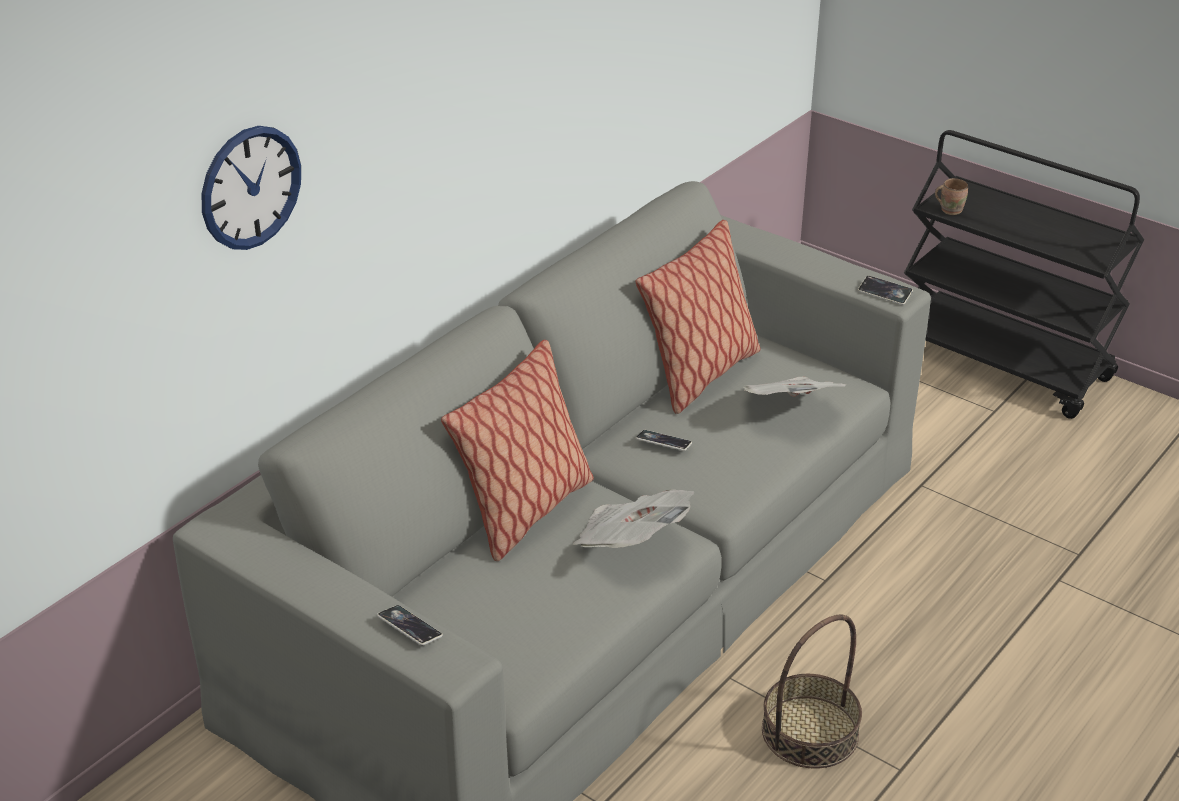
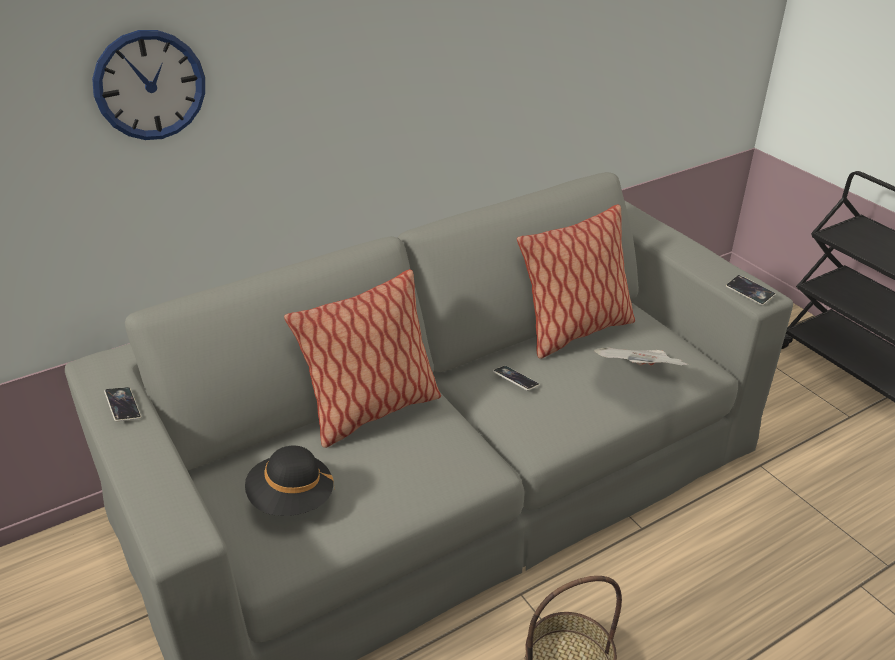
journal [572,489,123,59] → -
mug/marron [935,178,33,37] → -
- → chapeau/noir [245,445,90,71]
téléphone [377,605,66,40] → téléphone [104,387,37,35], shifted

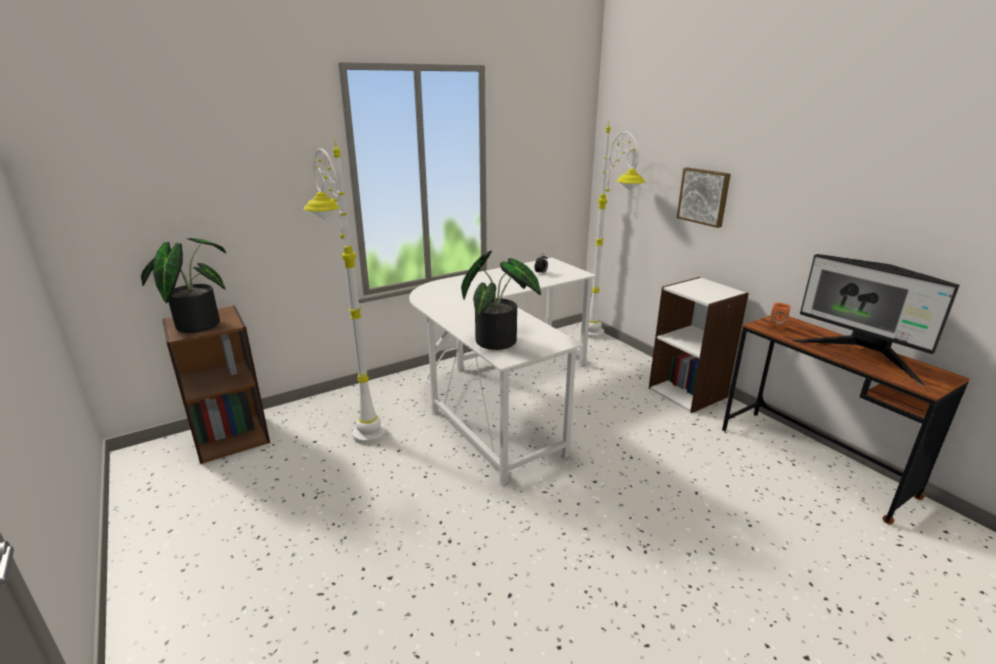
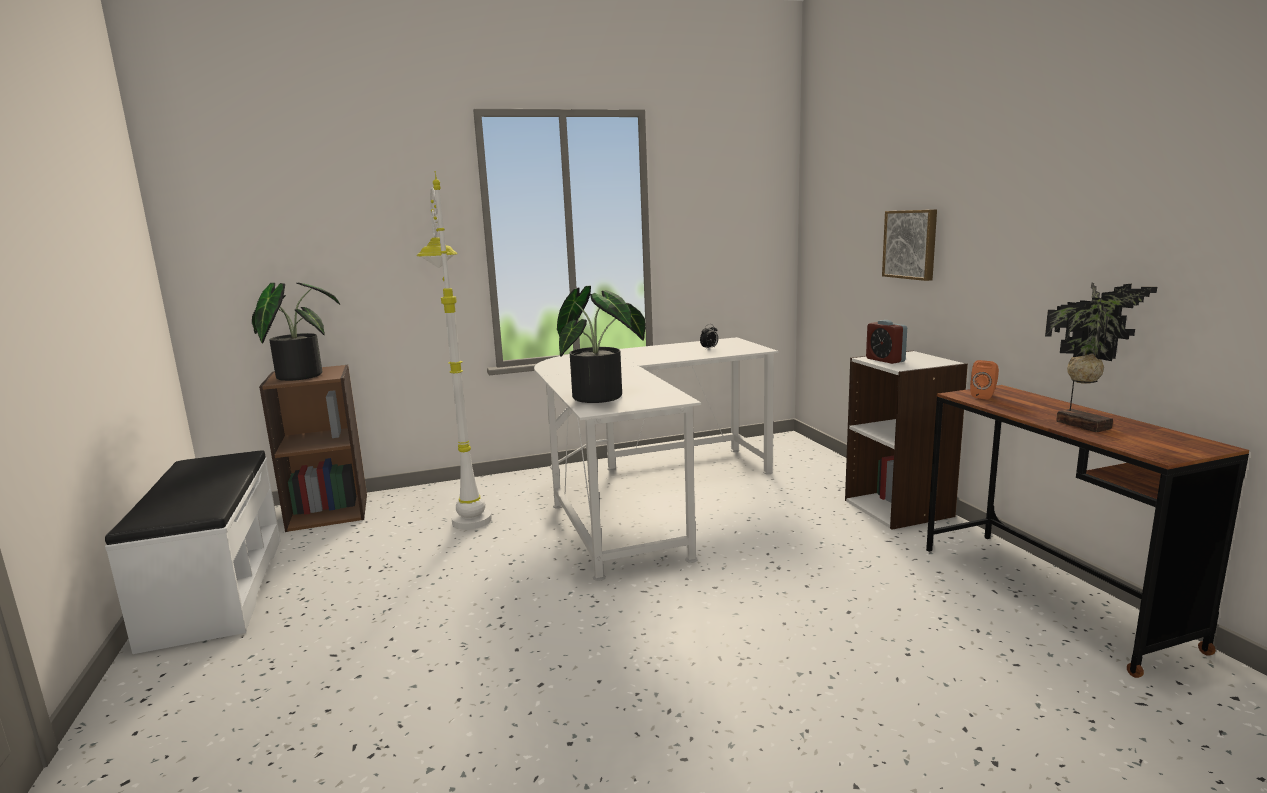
lampadaire/blanc [588,123,58,215] → -
- → banc/blanc [105,451,176,203]
- → réveil [866,320,41,44]
écran d'ordinateur [792,254,168,132] → plante en pot [1045,282,112,150]

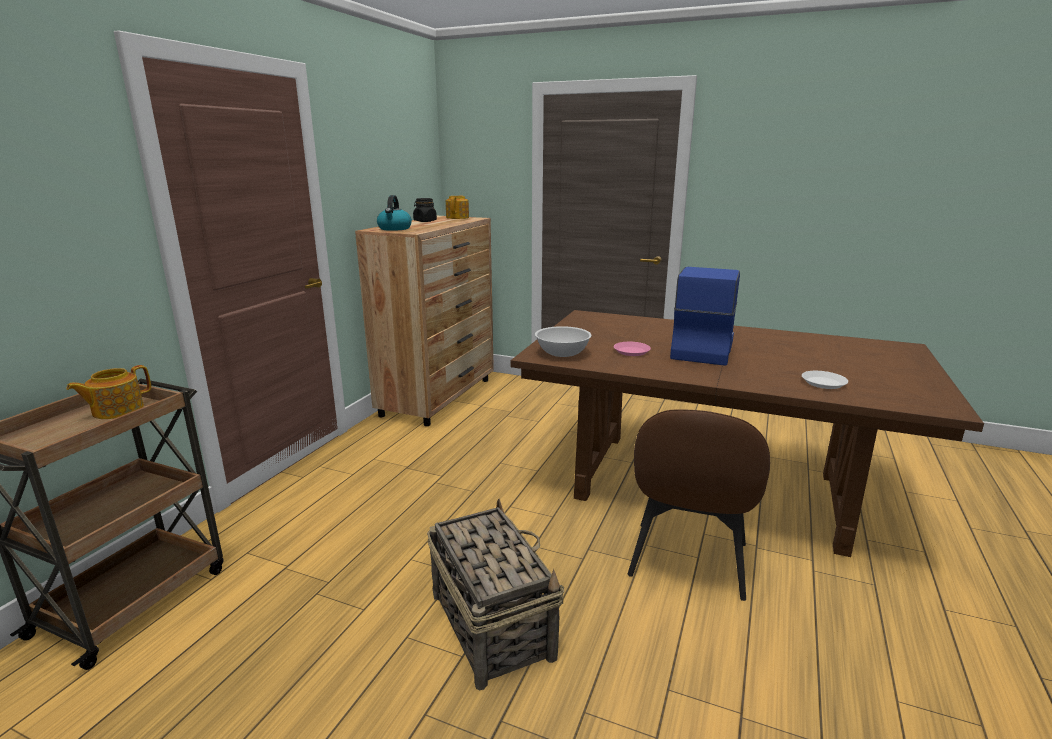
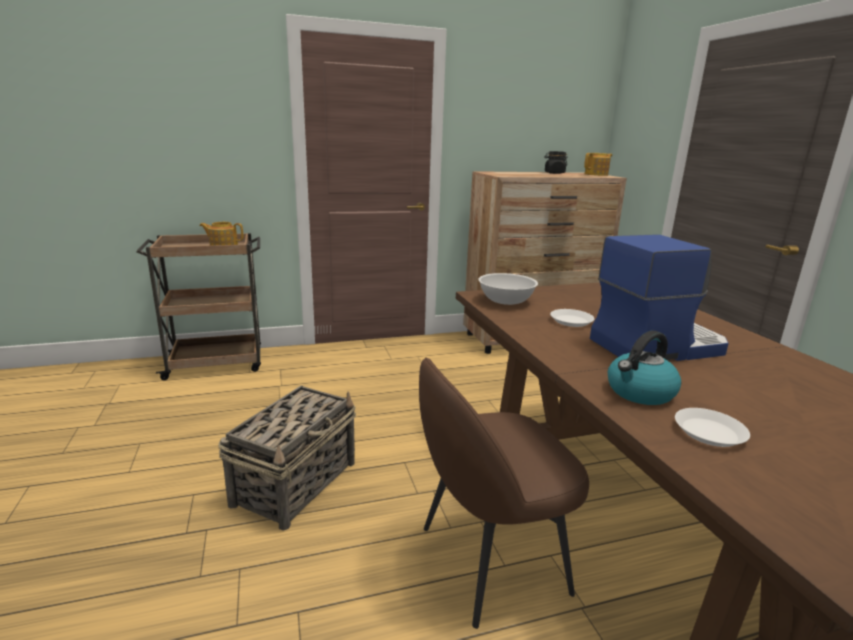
bouilloire [377,195,35,36] → bouilloire [608,330,73,75], shifted
assiette/rose [614,342,37,14] → assiette/blanc [550,309,44,18]

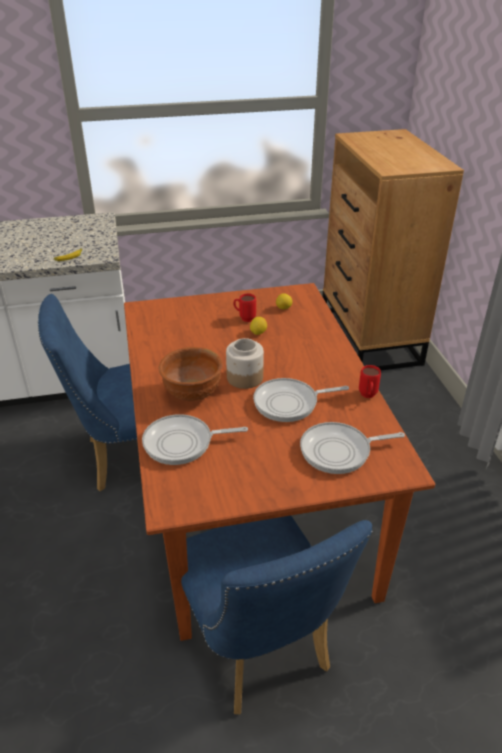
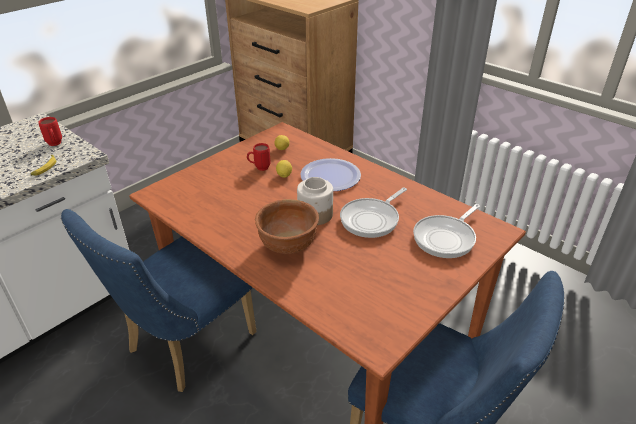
poêle [142,414,106,51] → -
- → assiette [300,158,61,33]
mug/rouge [359,365,22,33] → mug/rouge [38,117,24,29], shifted

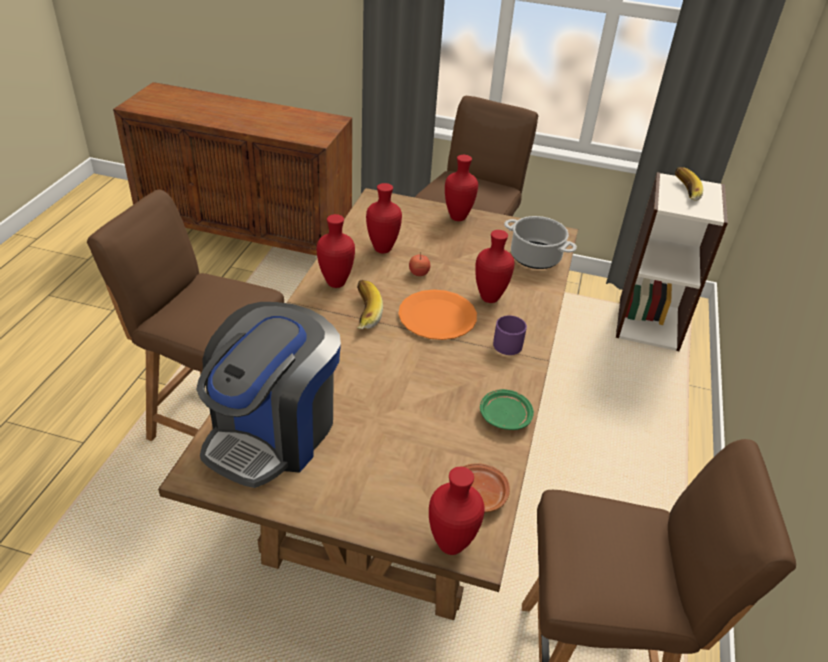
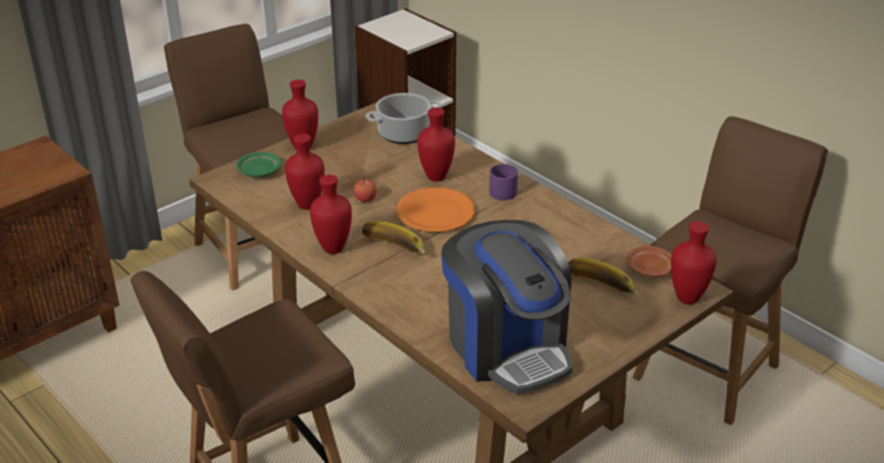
assiette/vert [480,389,54,41] → assiette/vert [236,152,45,25], shifted
banane [675,167,28,34] → banane [568,258,70,37], shifted

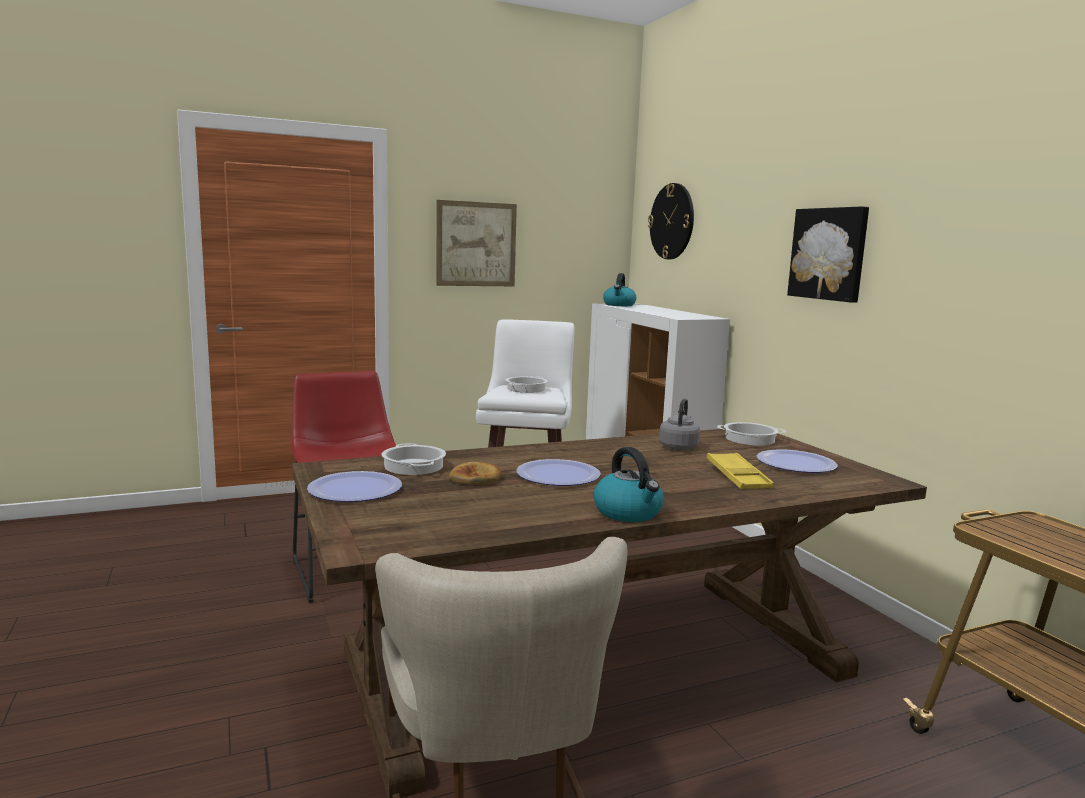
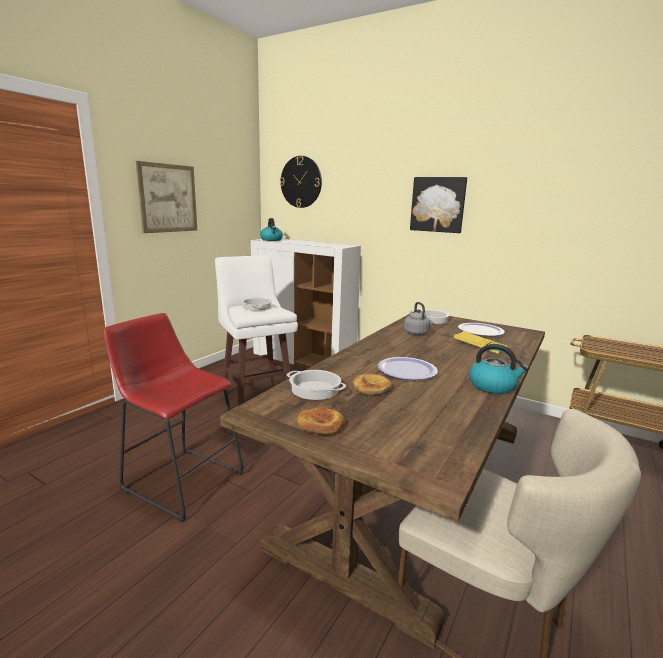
assiette [307,471,95,31] → pain [297,407,48,27]

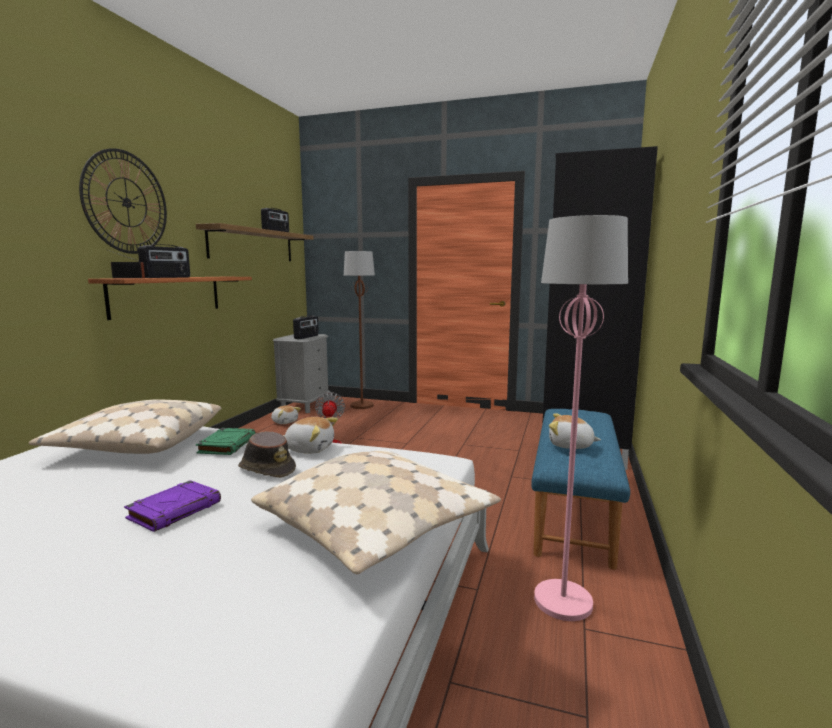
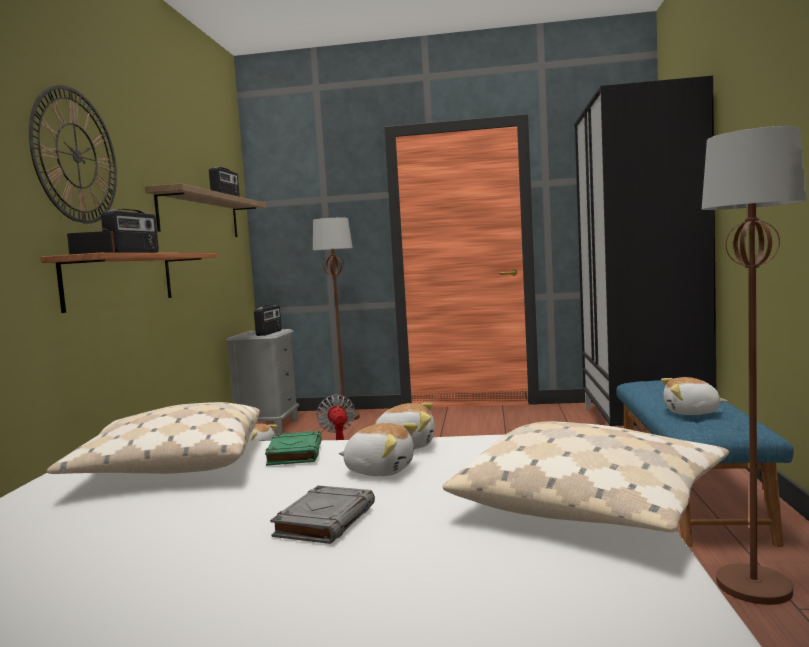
chapeau/marron [238,431,58,47] → peluche [339,423,79,53]
livre/violet [124,480,97,52] → livre/gris [270,486,105,58]
lampadaire/rose [534,215,94,406] → lampadaire/marron [702,126,105,479]

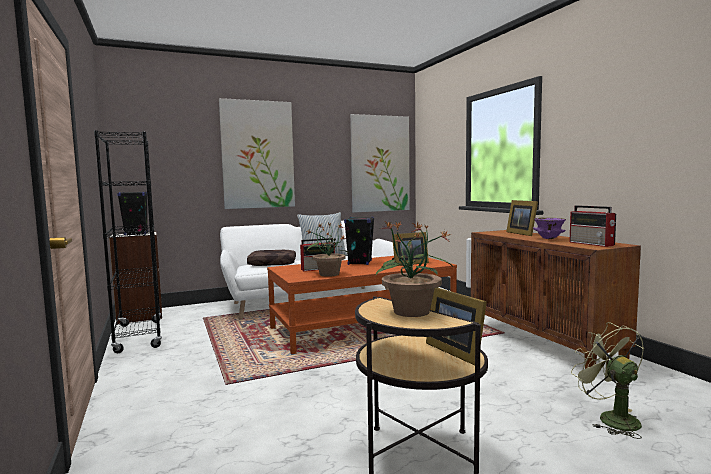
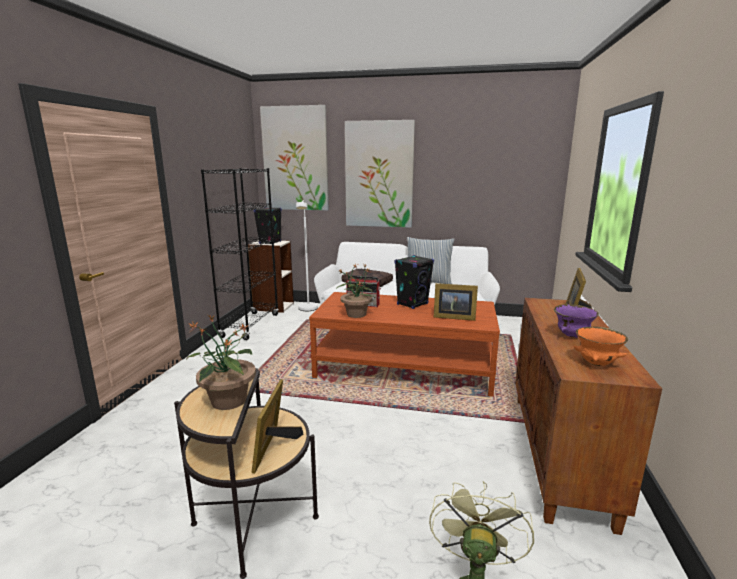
- → lampadaire/blanc [296,200,22,111]
tableau [350,114,60,99] → tableau [260,105,69,105], shifted
radio [569,205,47,42] → bol/orange [574,327,54,39]

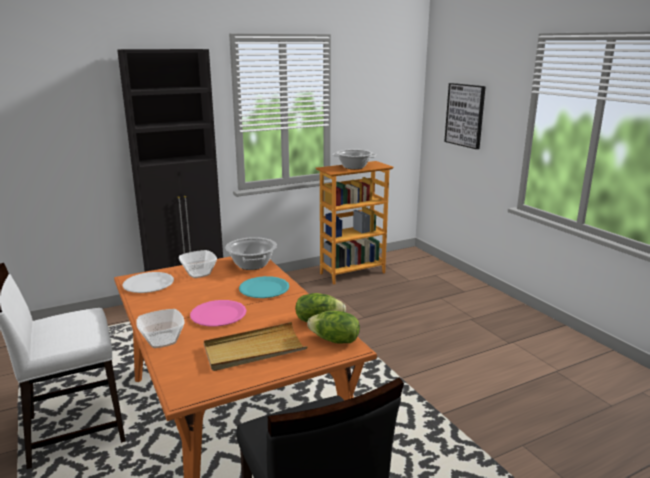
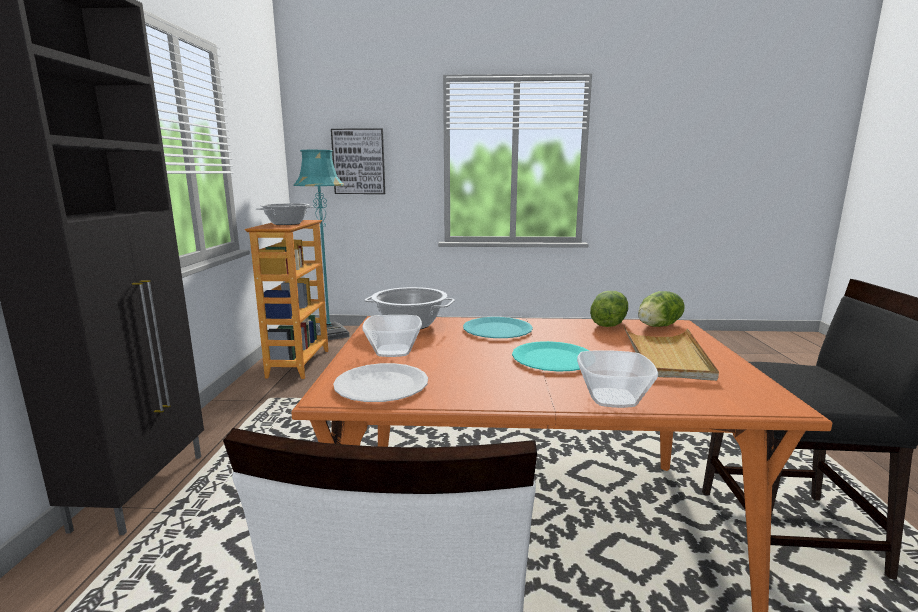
- → lampadaire/turquoise [294,150,56,190]
assiette/rose [190,300,57,26] → assiette/turquoise [512,341,77,31]

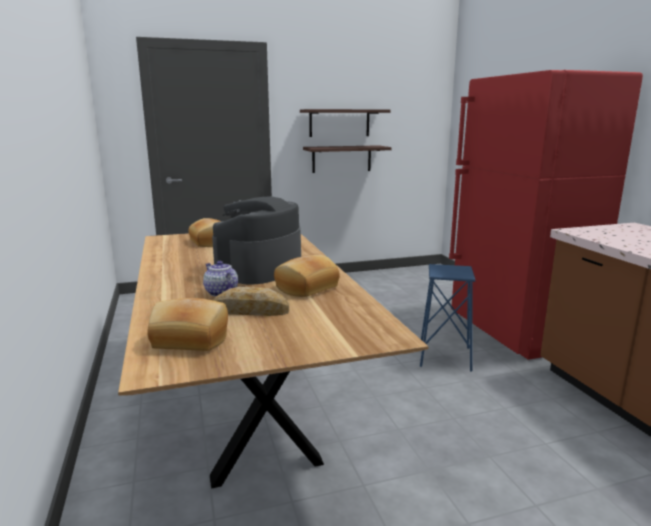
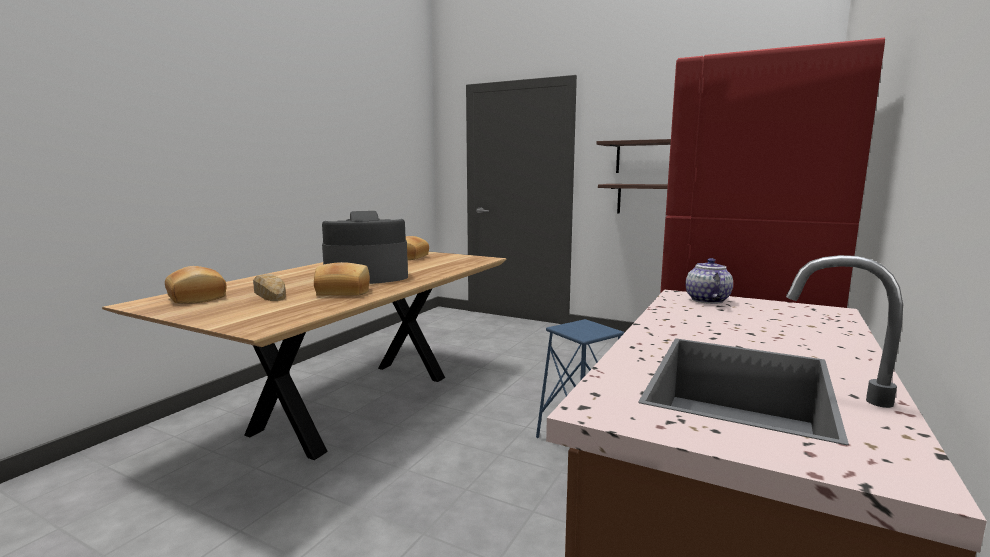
théière [203,261,35,36] → théière [685,258,48,46], shifted

